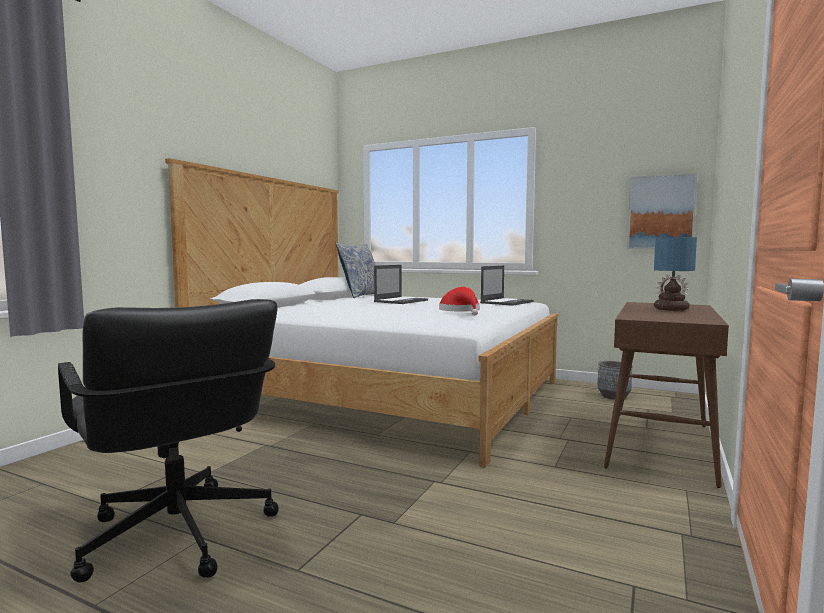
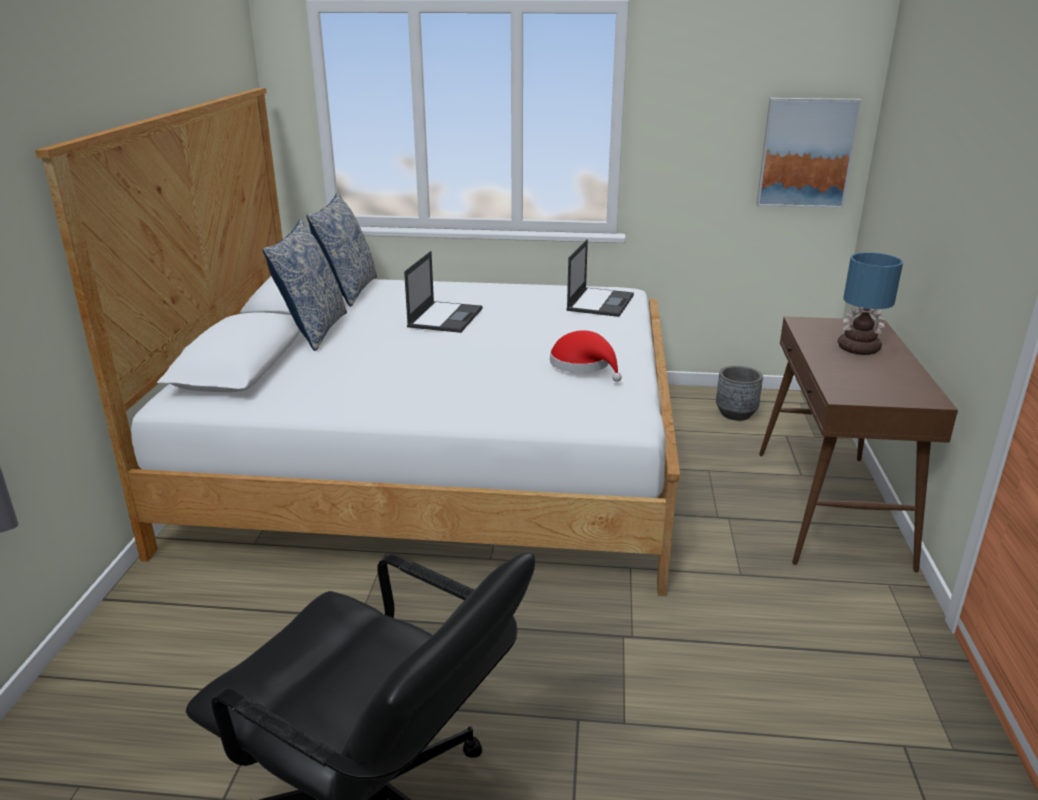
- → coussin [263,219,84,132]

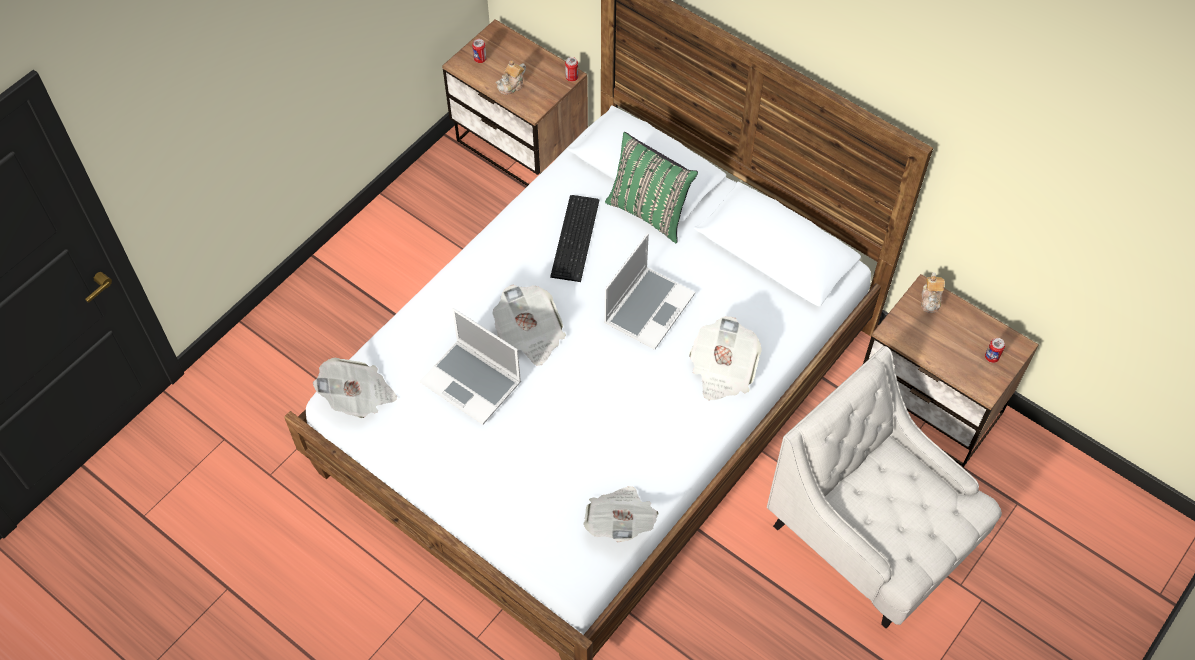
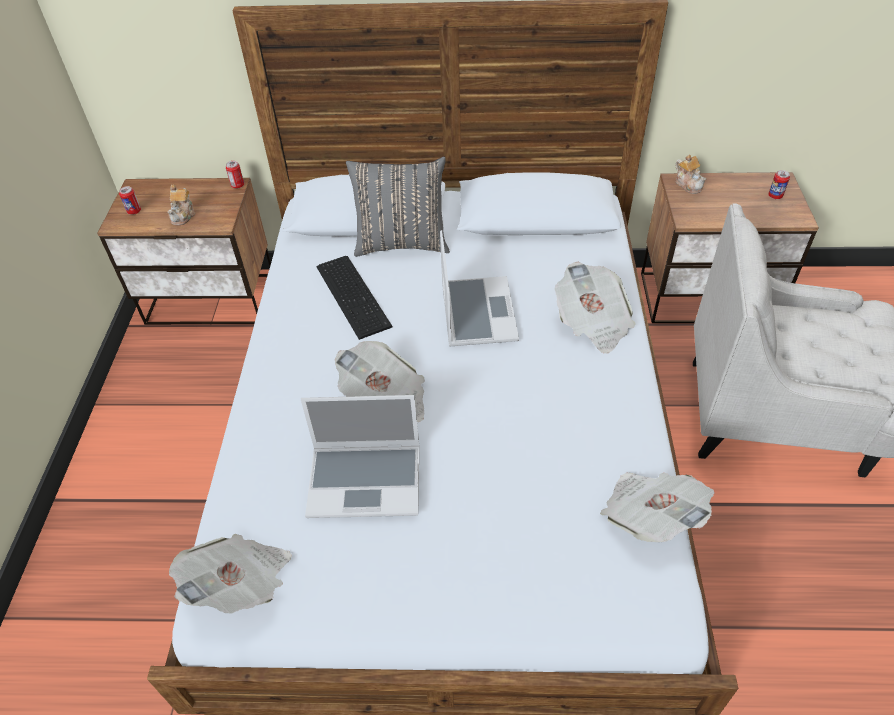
coussin/vert [605,132,93,111] → coussin/gris [346,157,104,100]

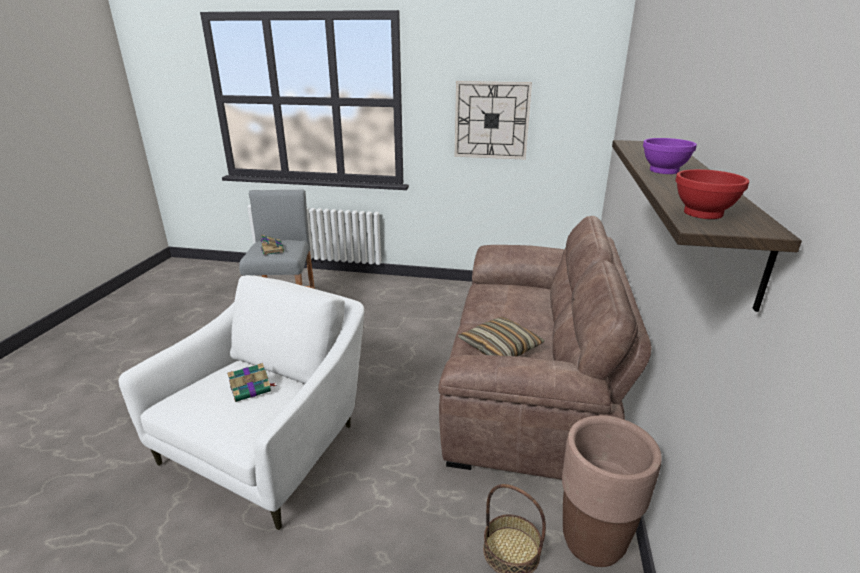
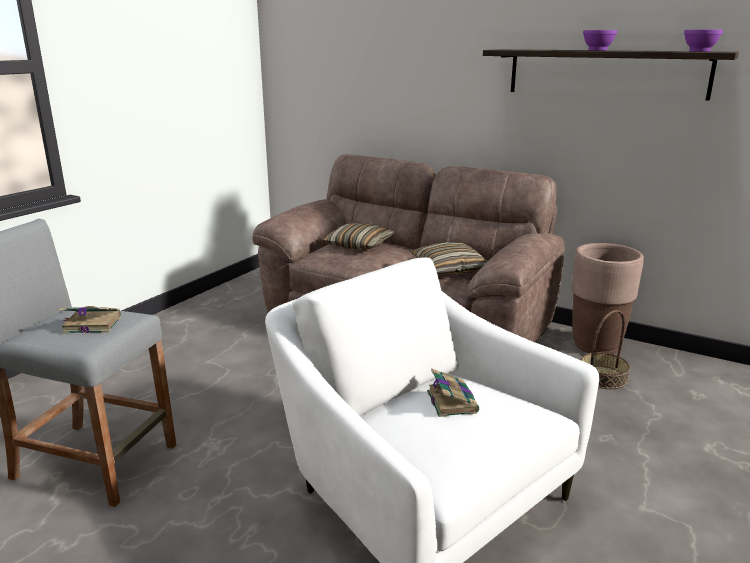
horloge murale [455,81,77,79] → -
- → coussin [322,223,73,27]
bol/rouge [675,169,74,50] → bol/violet [684,30,39,22]

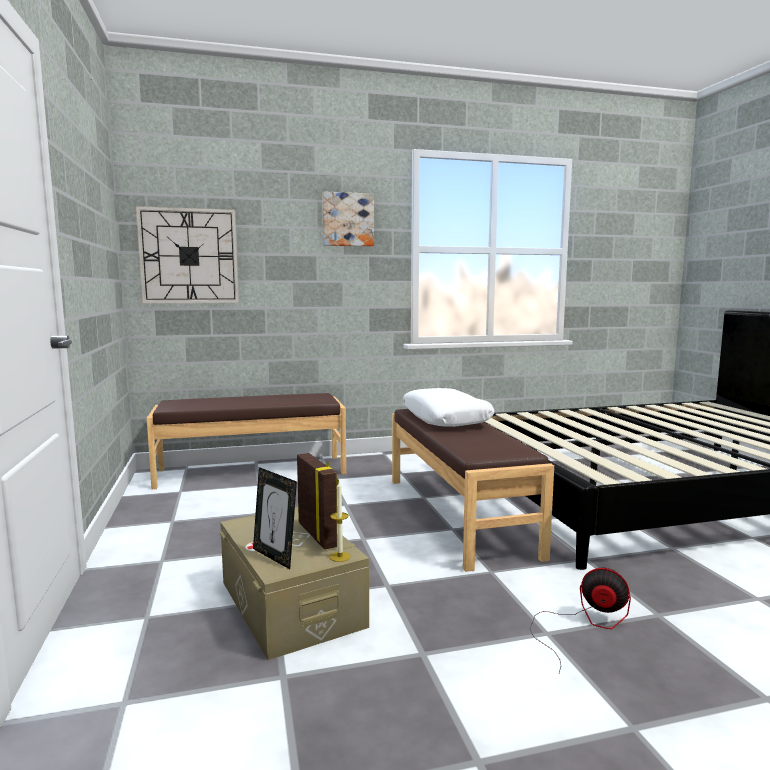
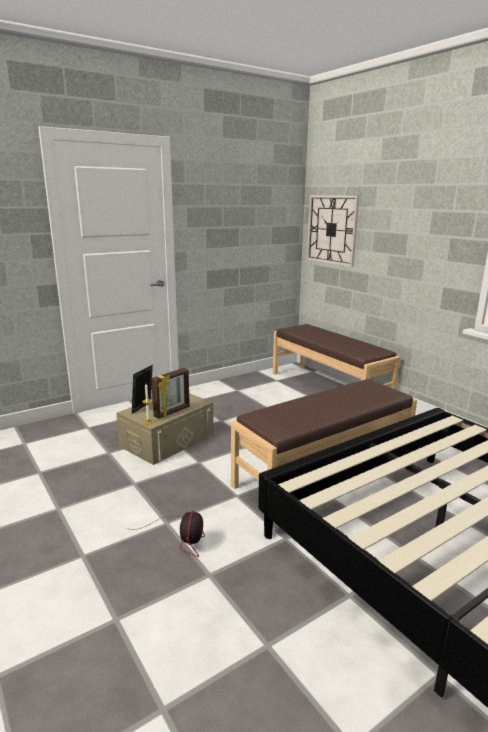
tableau [322,192,52,54] → -
coussin/blanc [403,388,91,39] → -

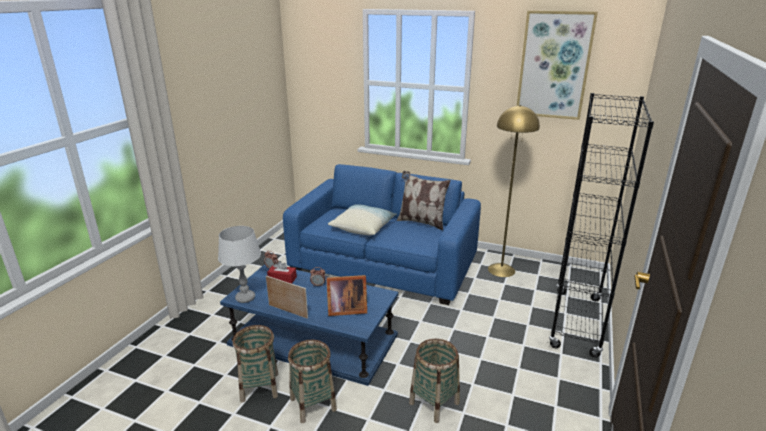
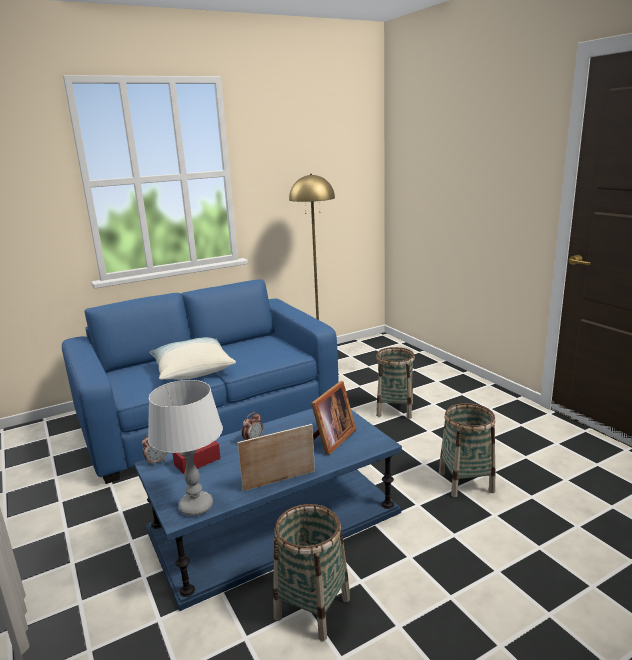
coussin [397,171,54,59] → -
tableau [517,10,81,110] → -
bibliothèque/noir [549,93,105,265] → -
panier [288,340,49,83] → panier [376,347,39,72], shifted

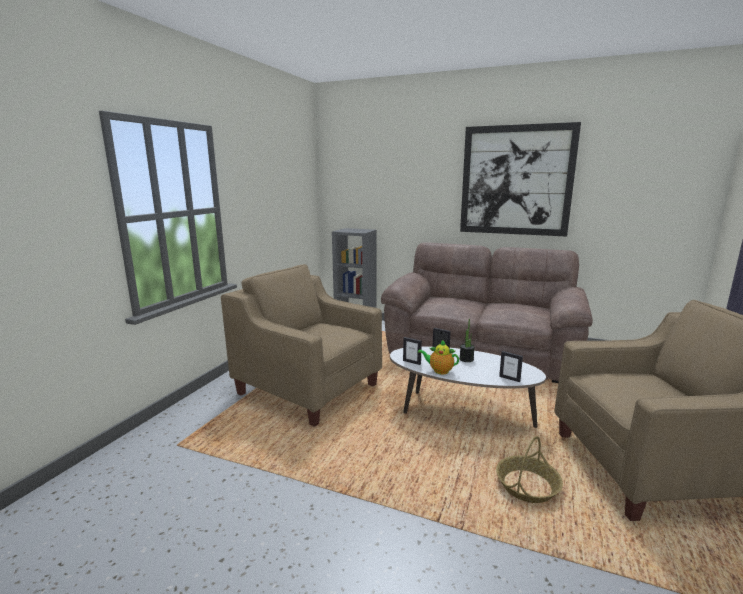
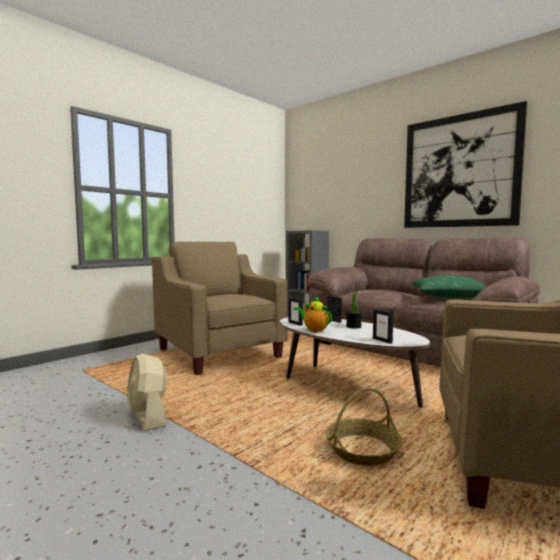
- → ventilateur/beige [127,353,40,78]
- → coussin/vert [412,275,75,23]

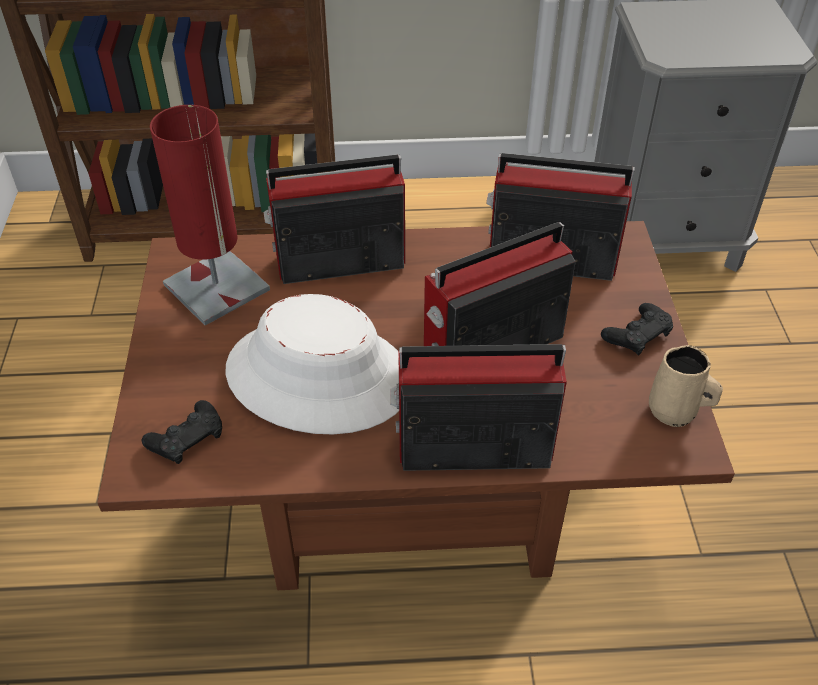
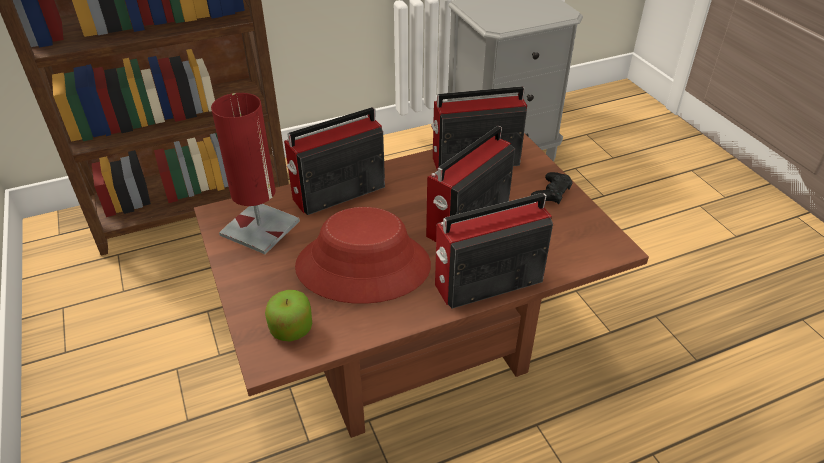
mug/beige [649,345,74,82] → -
manette/noir [142,400,80,64] → pomme [265,290,47,52]
chapeau/blanc [226,294,173,140] → chapeau/rouge [295,207,136,97]

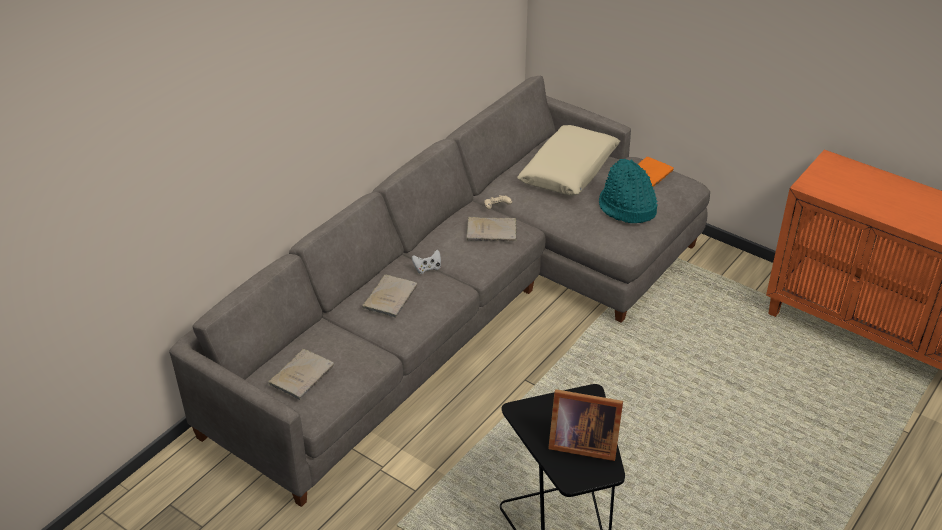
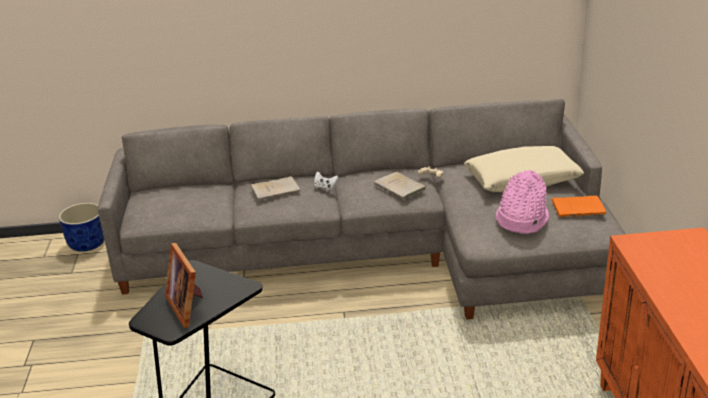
livre/beige [268,349,66,51] → -
- → cache-pot/bleu [59,203,45,49]
chapeau/turquoise [599,159,59,64] → chapeau/rose [496,170,53,64]

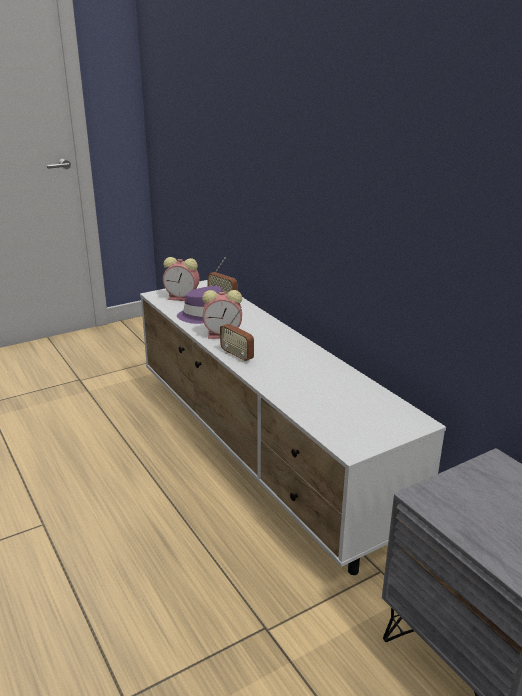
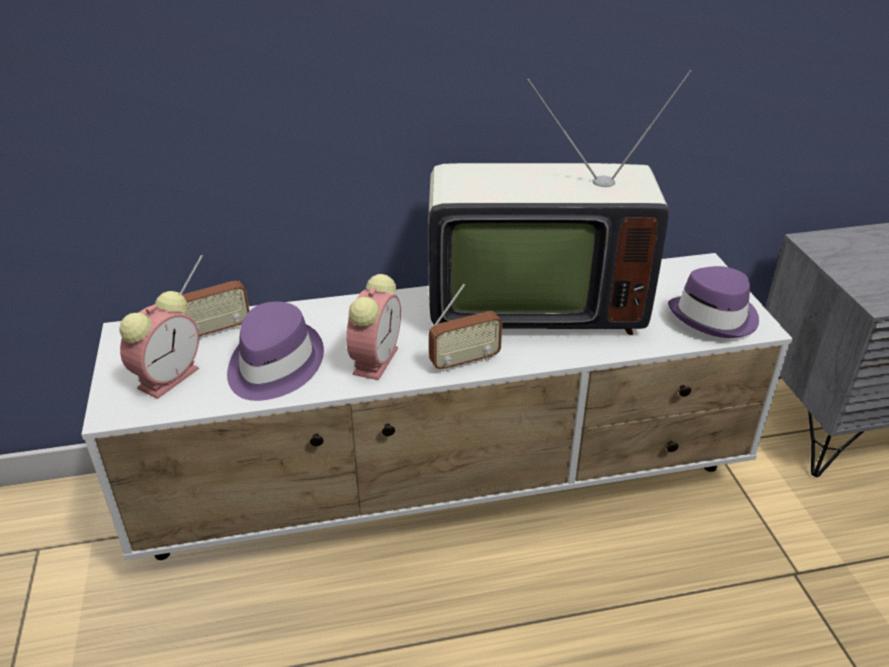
- → téléviseur [428,70,264,265]
- → chapeau/violet [668,266,91,72]

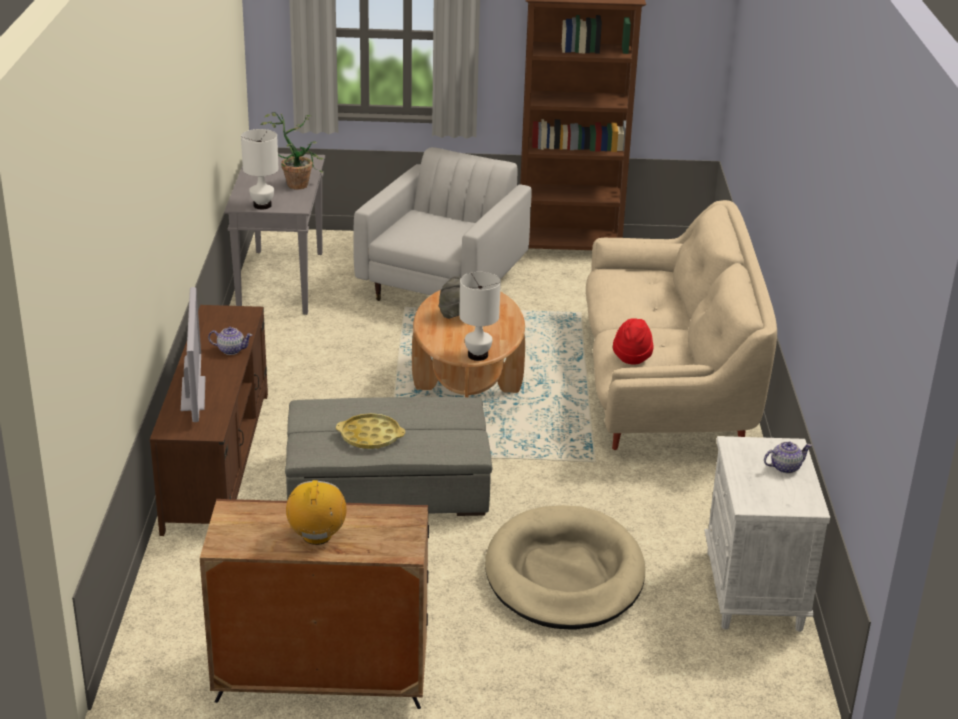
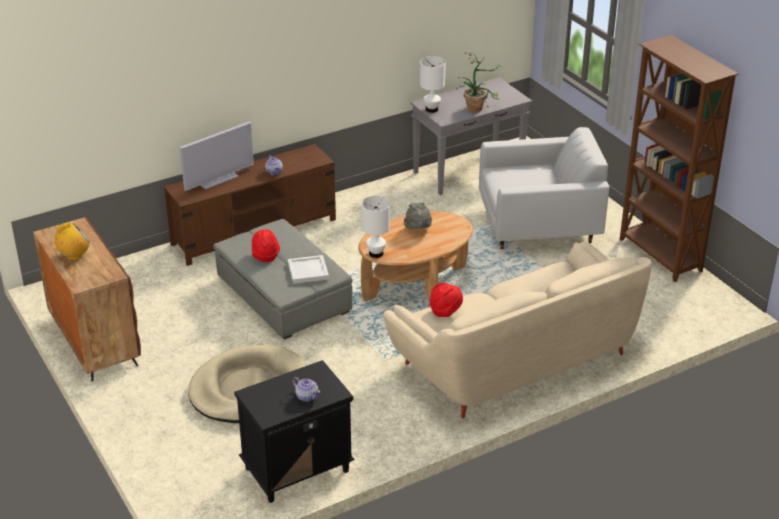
- → plateau/blanc [288,255,41,29]
plateau/jaune [336,413,69,36] → chapeau/rouge [252,229,28,33]
table de chevet/blanc [704,436,126,196] → table de chevet/noir [234,360,121,143]

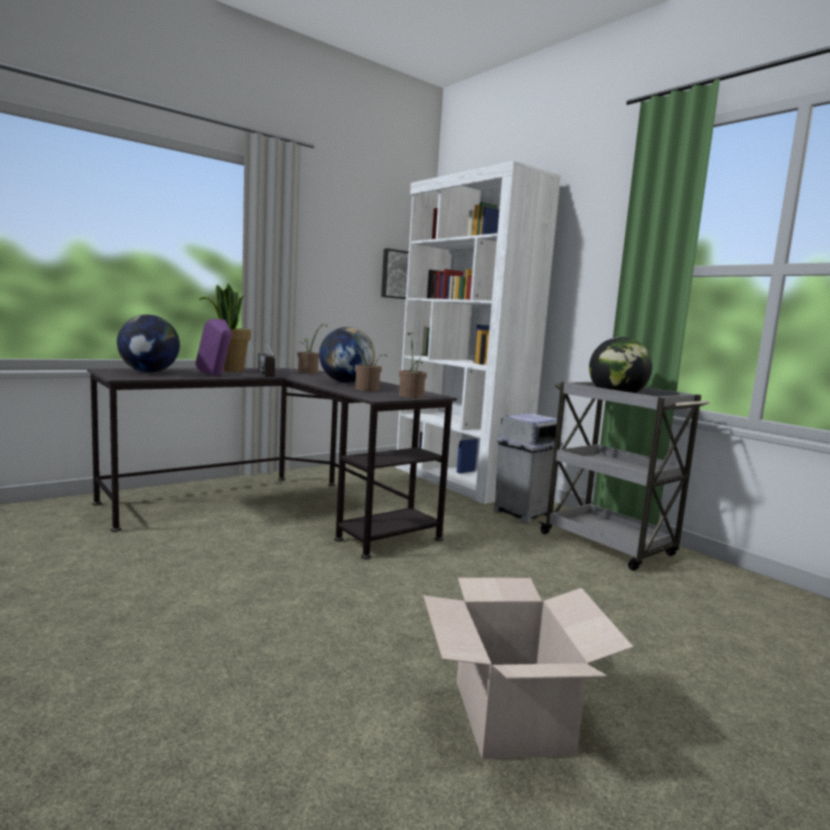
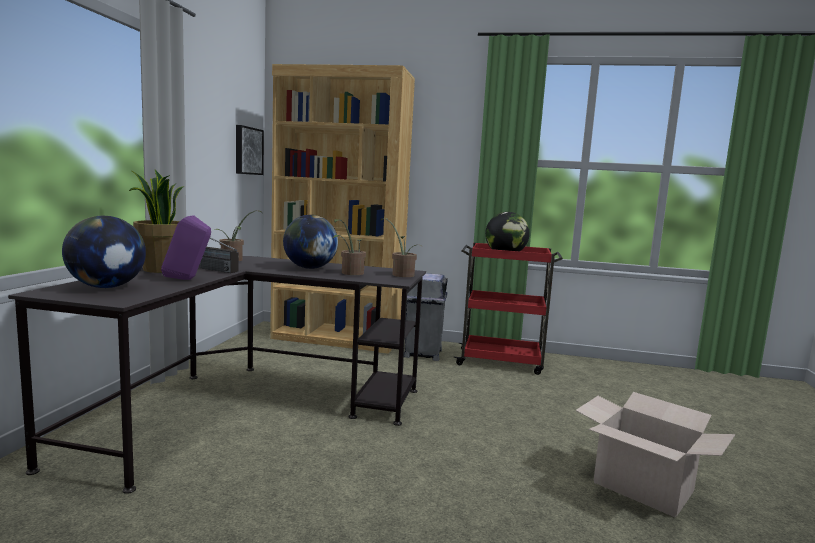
bibliothèque/blanc [396,161,165,343] → bibliothèque/marron [270,64,145,290]
chariot/gris [538,382,172,189] → chariot/rouge [453,243,110,132]

